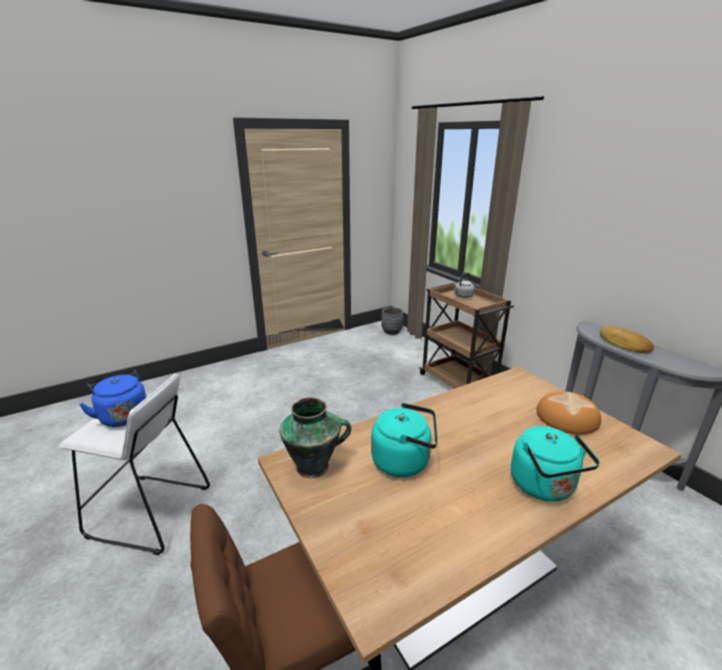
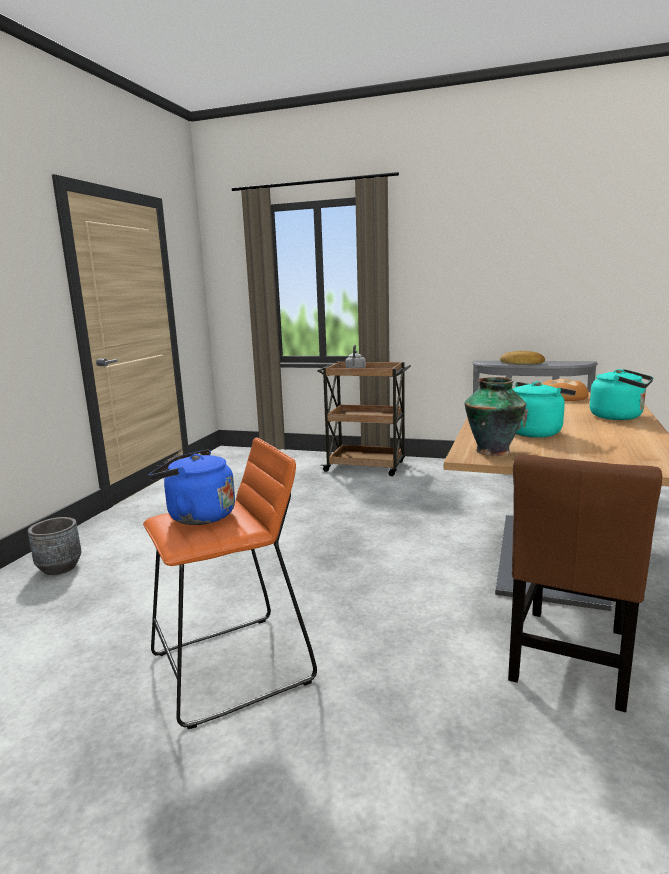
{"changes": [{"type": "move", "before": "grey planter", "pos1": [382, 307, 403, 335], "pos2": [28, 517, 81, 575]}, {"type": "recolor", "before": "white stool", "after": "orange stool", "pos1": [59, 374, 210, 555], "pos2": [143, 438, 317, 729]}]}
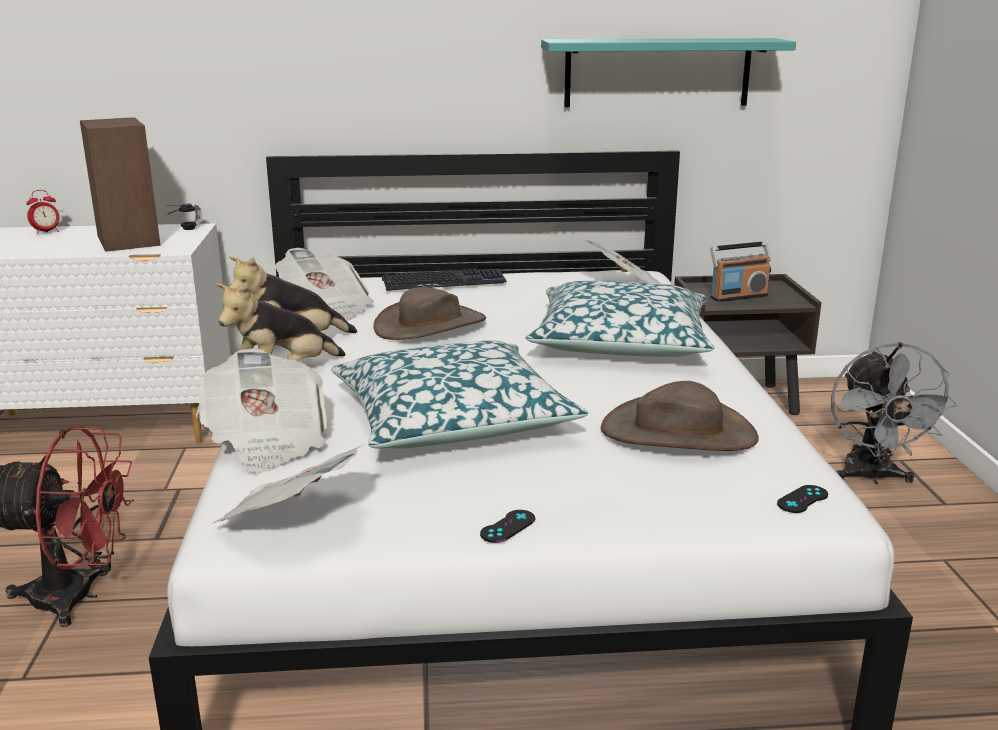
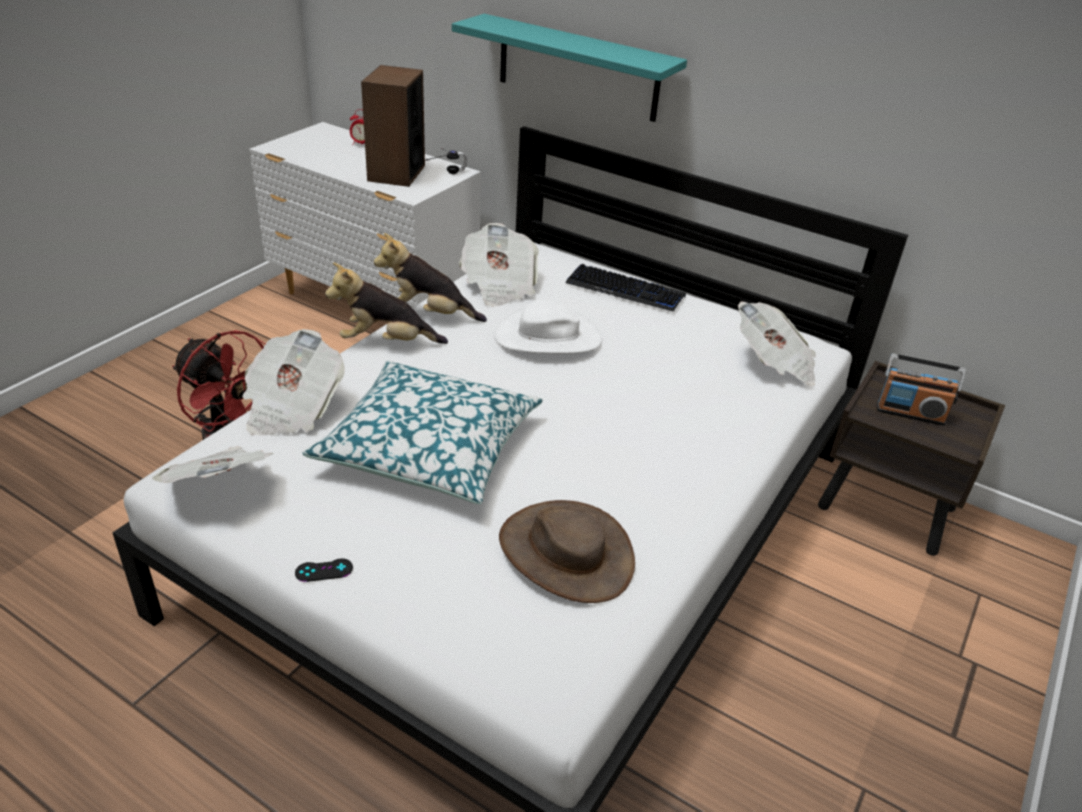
{"changes": [{"type": "move", "before": "turquoise shelf", "pos1": [541, 38, 796, 108], "pos2": [452, 14, 687, 122]}, {"type": "delete", "before": "pillow", "pos1": [525, 281, 714, 357]}, {"type": "recolor", "before": "brown hat", "after": "white hat", "pos1": [373, 287, 486, 340], "pos2": [494, 300, 602, 354]}, {"type": "delete", "before": "grey fan", "pos1": [831, 342, 957, 484]}, {"type": "delete", "before": "black game controller", "pos1": [777, 485, 828, 513]}]}
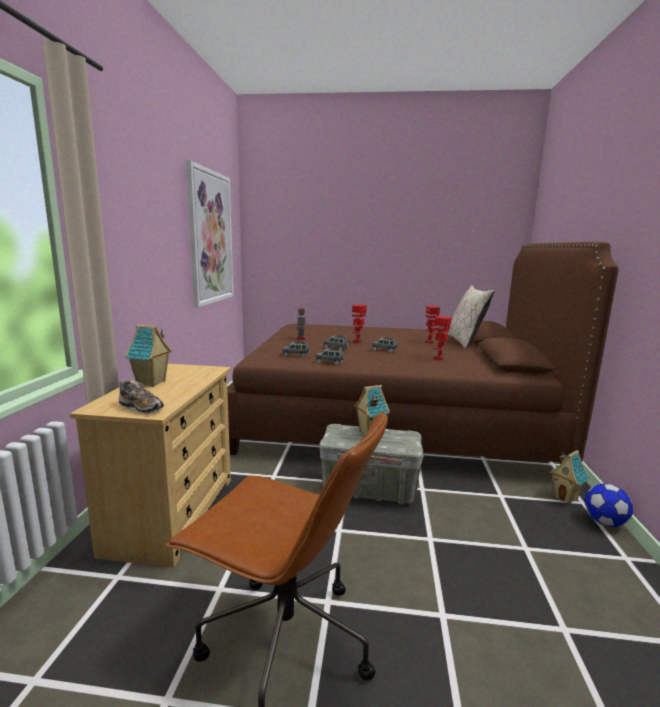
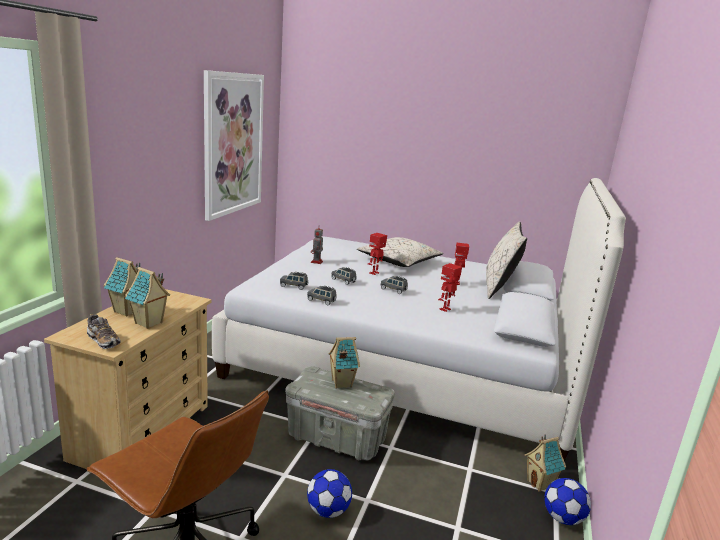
{"changes": [{"type": "recolor", "before": "brown bed", "after": "white bed", "pos1": [227, 242, 619, 464], "pos2": [212, 178, 626, 461]}, {"type": "insert", "after": "beige pillow", "pos2": [357, 237, 443, 267]}, {"type": "insert", "after": "toy house", "pos2": [125, 267, 170, 329]}, {"type": "insert", "after": "football", "pos2": [307, 469, 352, 518]}]}
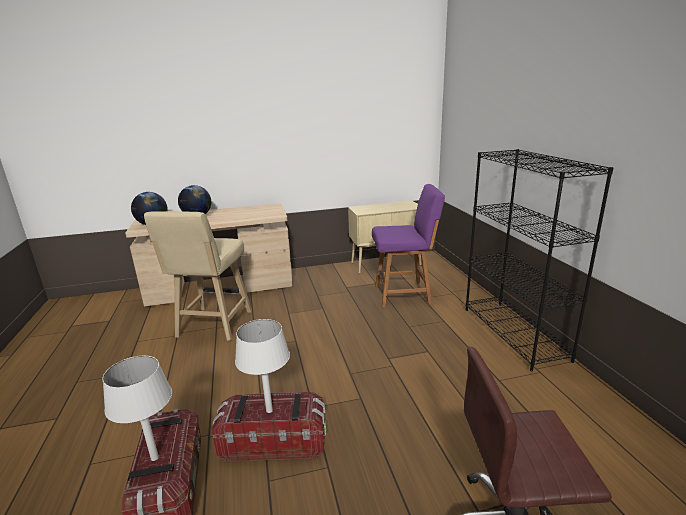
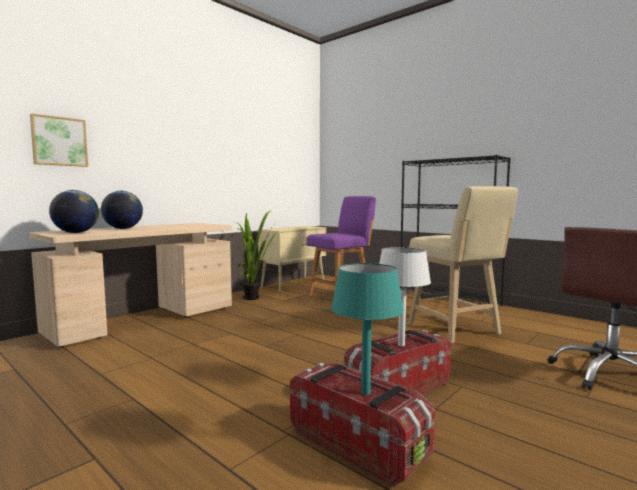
{"changes": [{"type": "move", "before": "beige stool", "pos1": [144, 211, 252, 341], "pos2": [408, 186, 518, 343]}, {"type": "recolor", "before": "white table lamp", "after": "turquoise table lamp", "pos1": [102, 356, 172, 461], "pos2": [331, 263, 404, 395]}, {"type": "insert", "after": "picture", "pos2": [30, 114, 88, 167]}, {"type": "insert", "after": "potted plant", "pos2": [236, 211, 279, 300]}]}
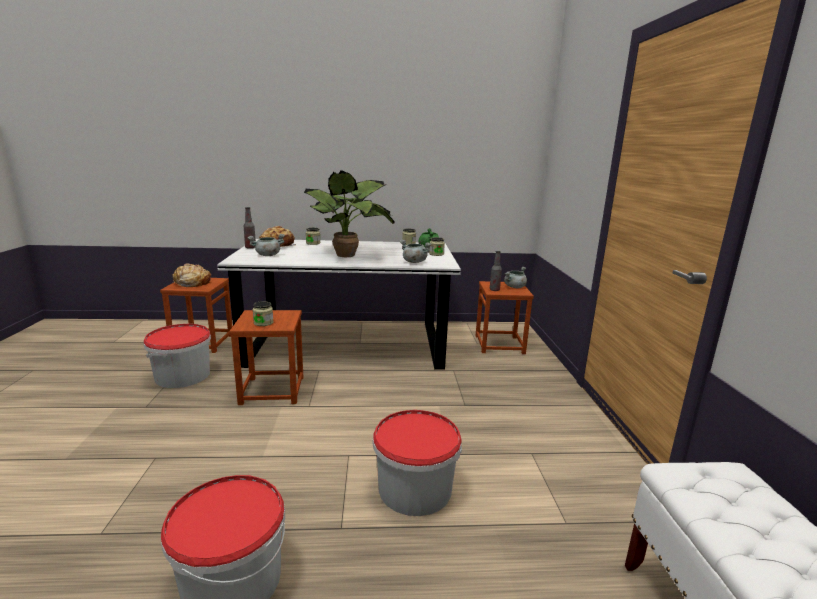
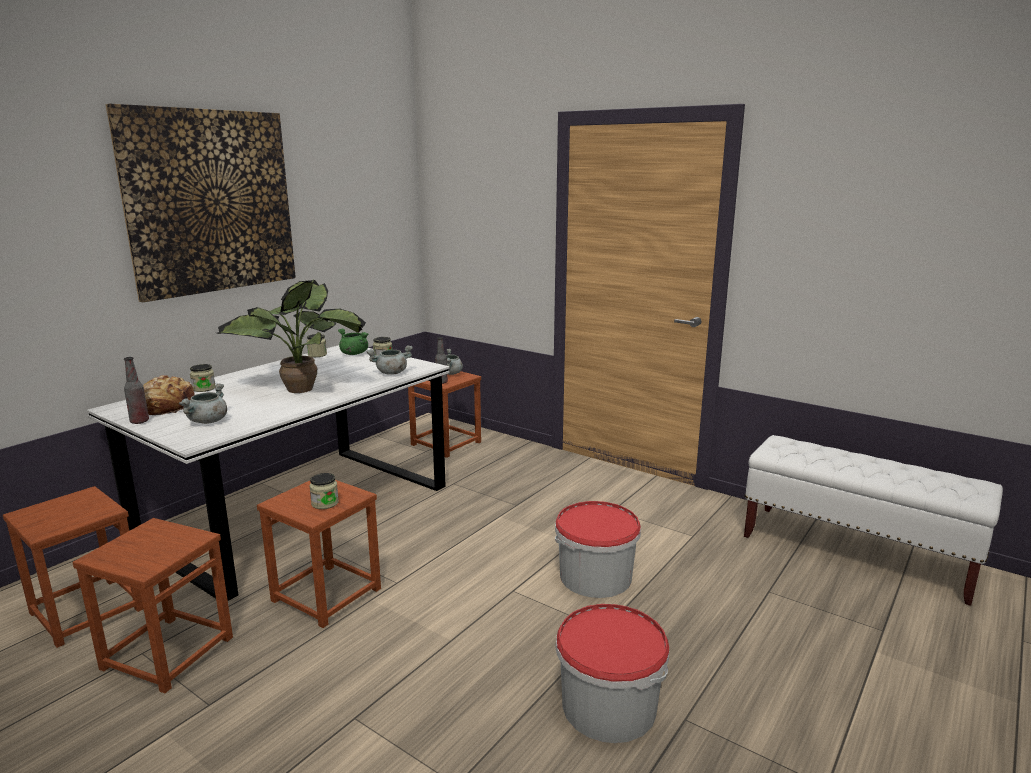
{"changes": [{"type": "delete", "before": "bread", "pos1": [172, 264, 211, 287]}, {"type": "replace", "before": "bucket", "after": "brown stool", "pos1": [144, 324, 211, 388], "pos2": [73, 518, 233, 693]}, {"type": "insert", "after": "picture", "pos2": [106, 104, 296, 302]}]}
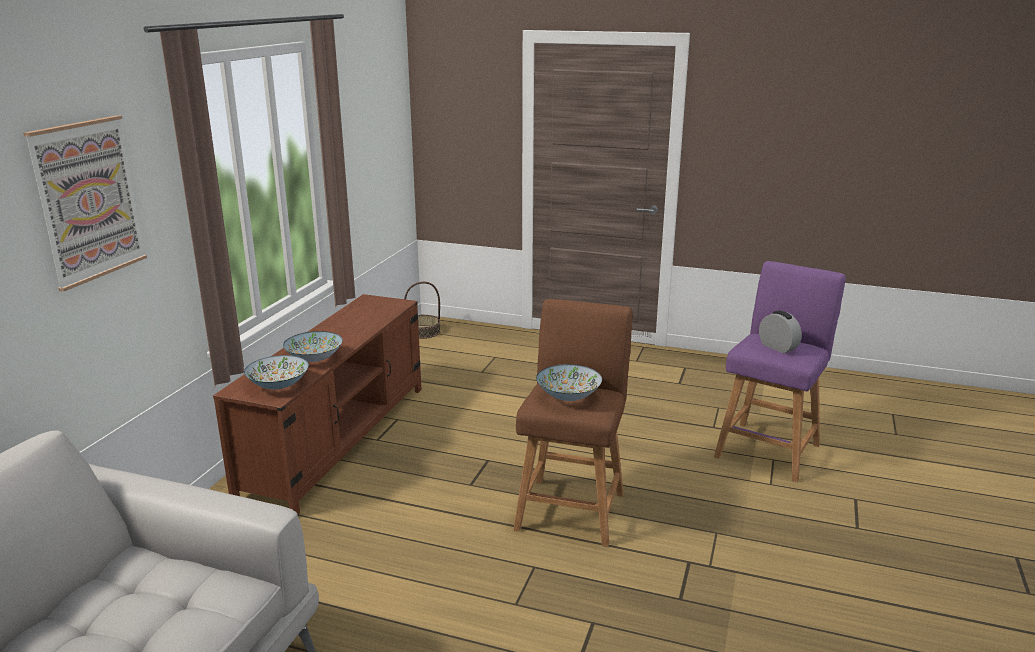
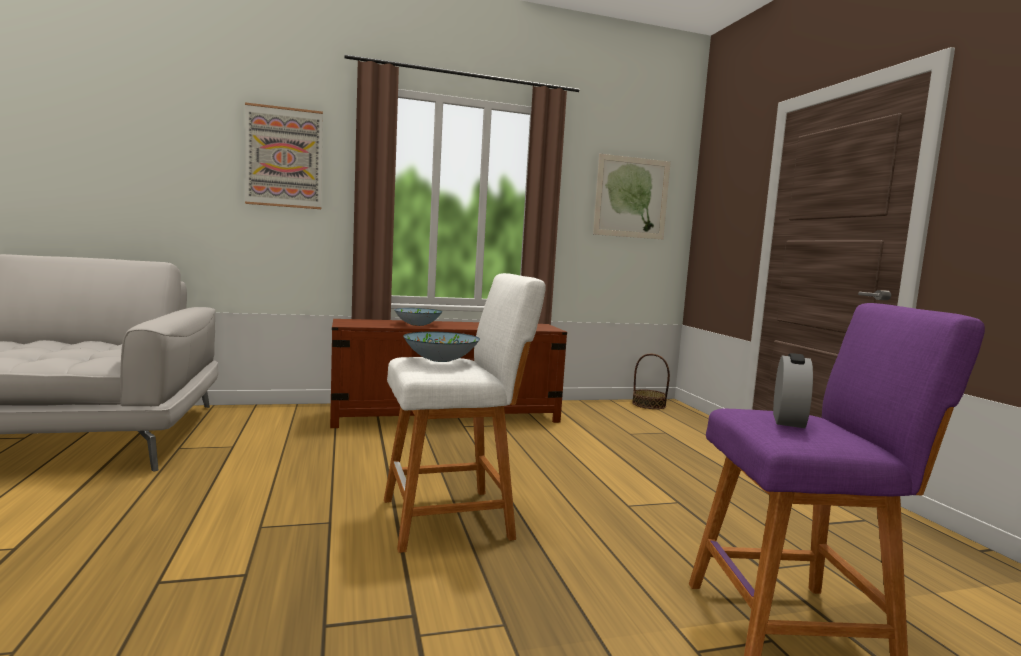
{"changes": [{"type": "recolor", "before": "brown stool", "after": "white stool", "pos1": [513, 299, 633, 547], "pos2": [384, 273, 546, 553]}, {"type": "delete", "before": "bowl", "pos1": [244, 355, 309, 390]}, {"type": "insert", "after": "picture", "pos2": [593, 154, 671, 239]}]}
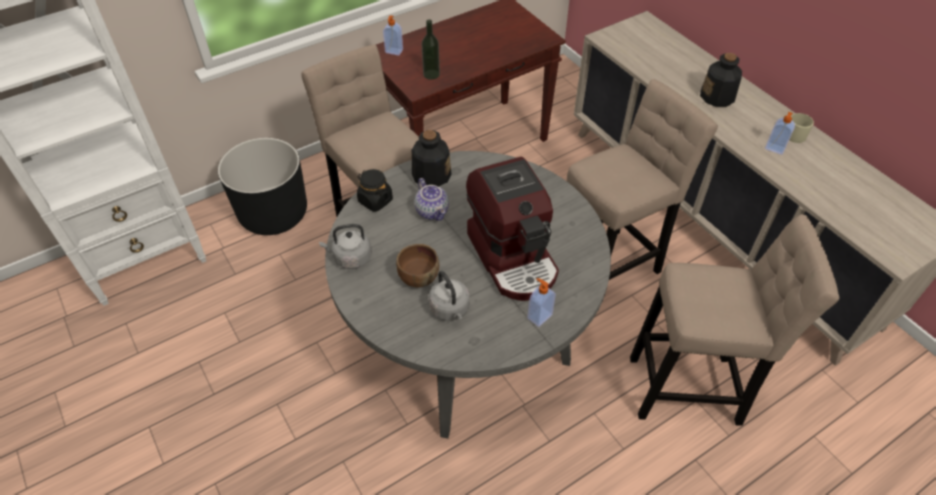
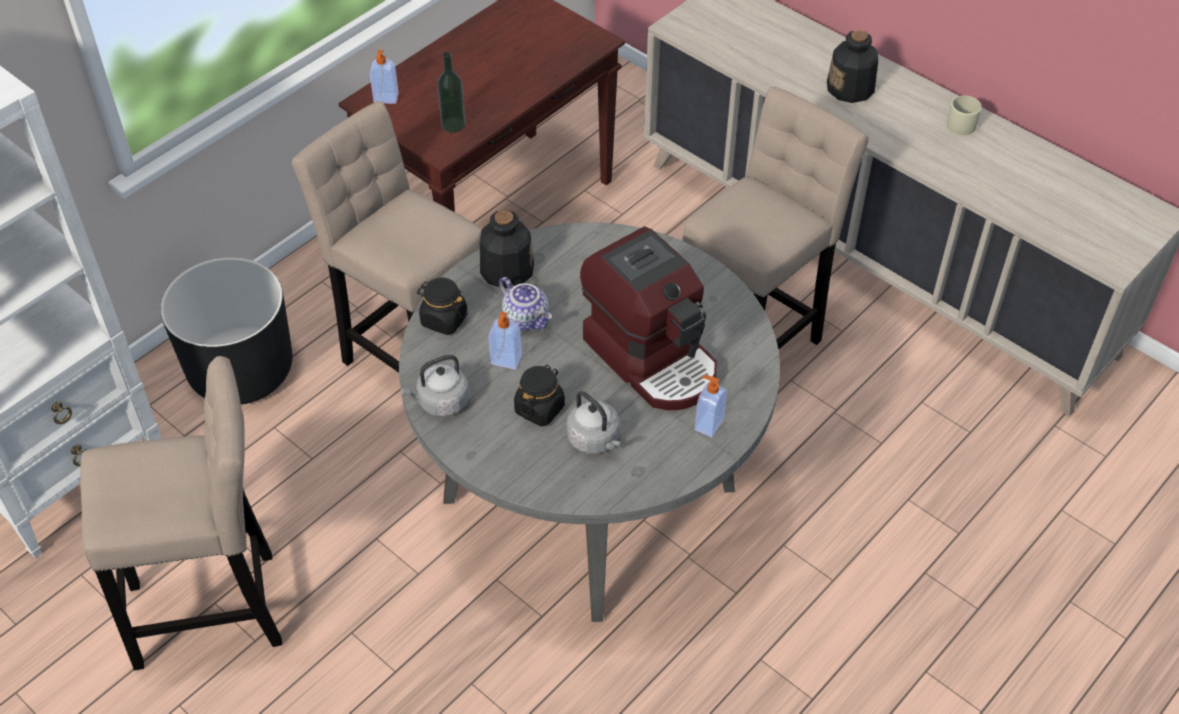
{"changes": [{"type": "move", "before": "soap dispenser", "pos1": [765, 112, 795, 155], "pos2": [488, 312, 522, 369]}, {"type": "move", "before": "beige stool", "pos1": [630, 214, 839, 426], "pos2": [80, 356, 282, 670]}, {"type": "replace", "before": "brown bowl", "after": "black jar", "pos1": [396, 244, 439, 288], "pos2": [514, 365, 565, 427]}]}
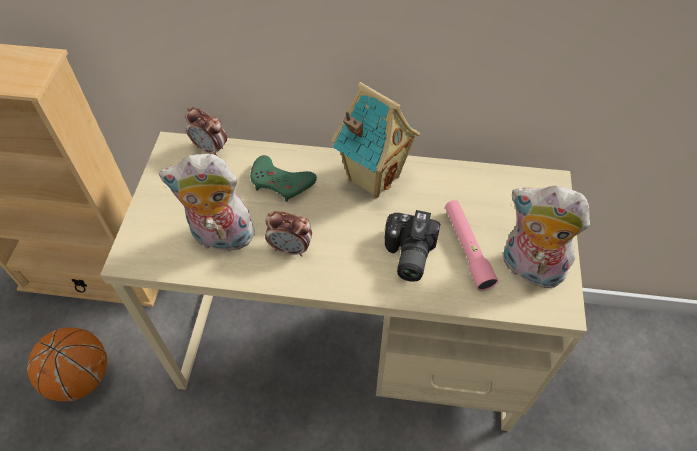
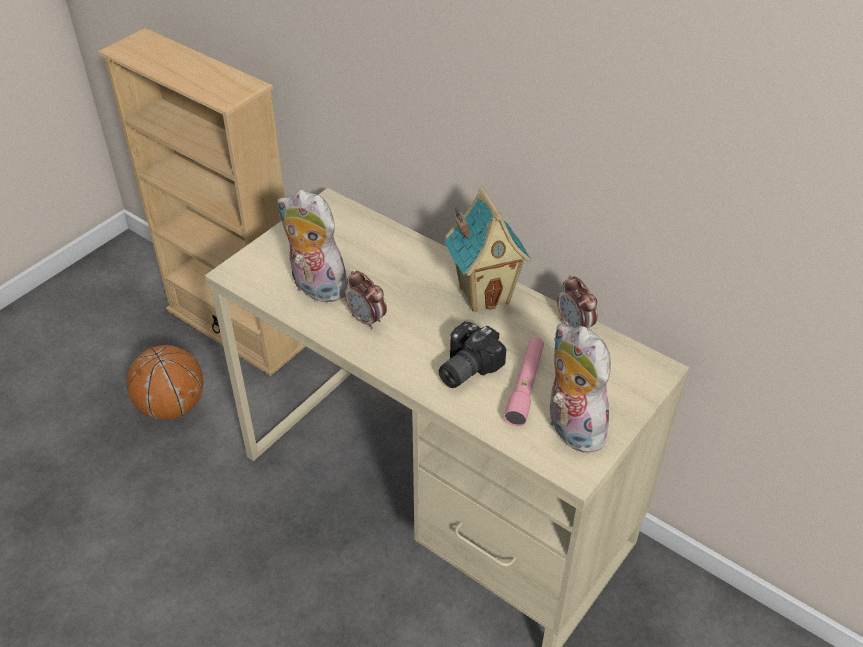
{"changes": [{"type": "move", "before": "alarm clock", "pos1": [185, 107, 227, 155], "pos2": [557, 276, 597, 328]}, {"type": "delete", "before": "green game controller", "pos1": [250, 155, 317, 202]}]}
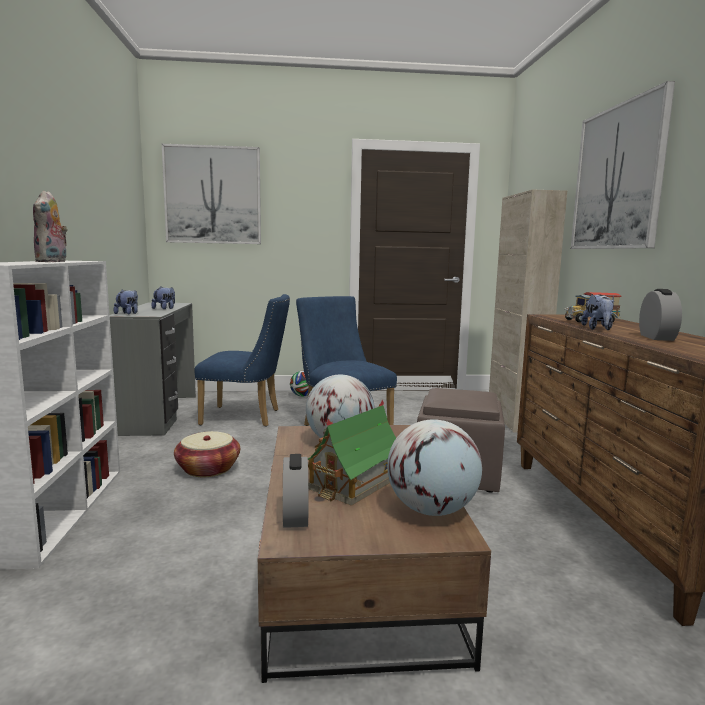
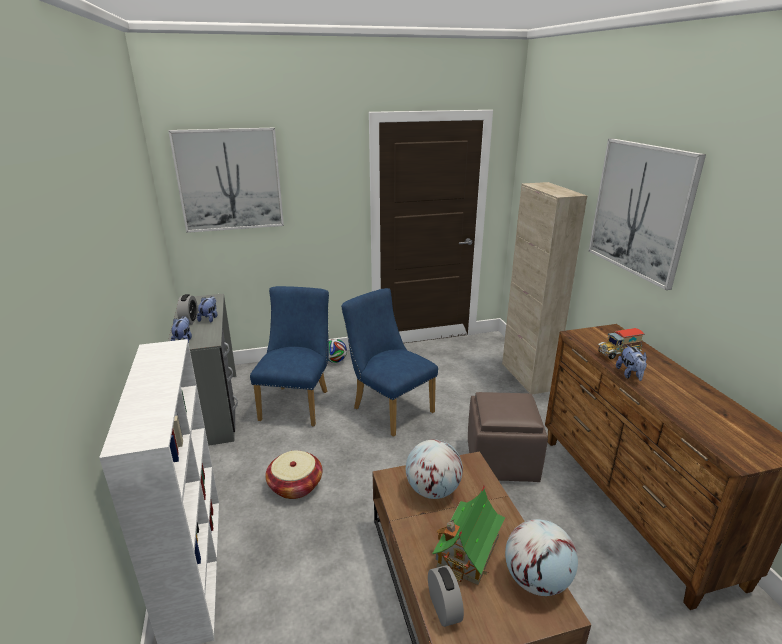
{"changes": [{"type": "delete", "before": "plush toy", "pos1": [33, 191, 68, 262]}, {"type": "move", "before": "alarm clock", "pos1": [639, 289, 682, 341], "pos2": [177, 294, 198, 325]}, {"type": "rotate", "before": "blue chair", "pos1": [194, 294, 290, 427], "pos2": [250, 286, 329, 427], "turn": -75}]}
